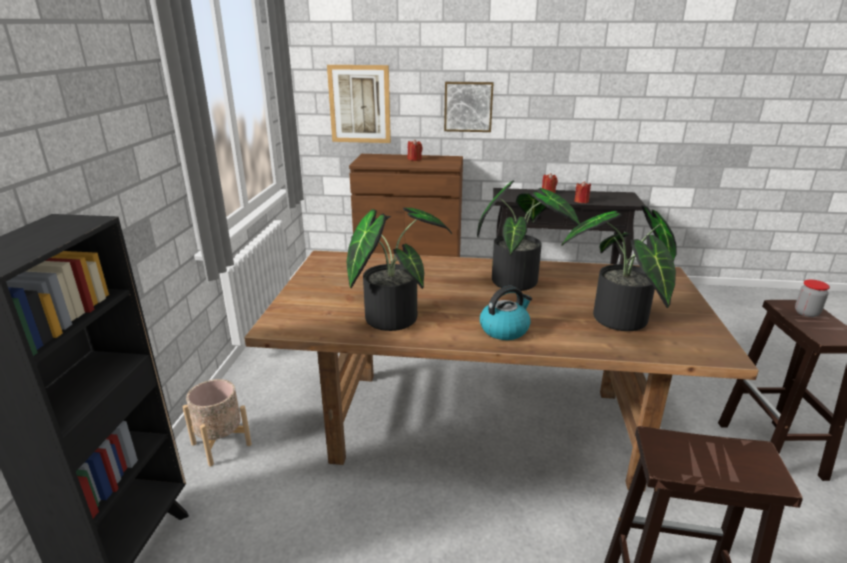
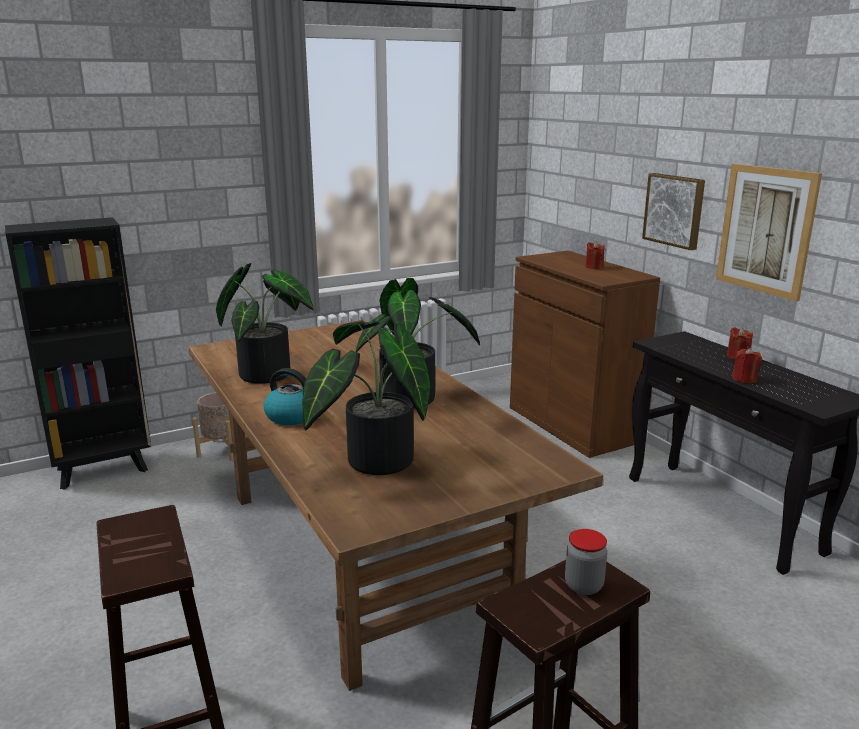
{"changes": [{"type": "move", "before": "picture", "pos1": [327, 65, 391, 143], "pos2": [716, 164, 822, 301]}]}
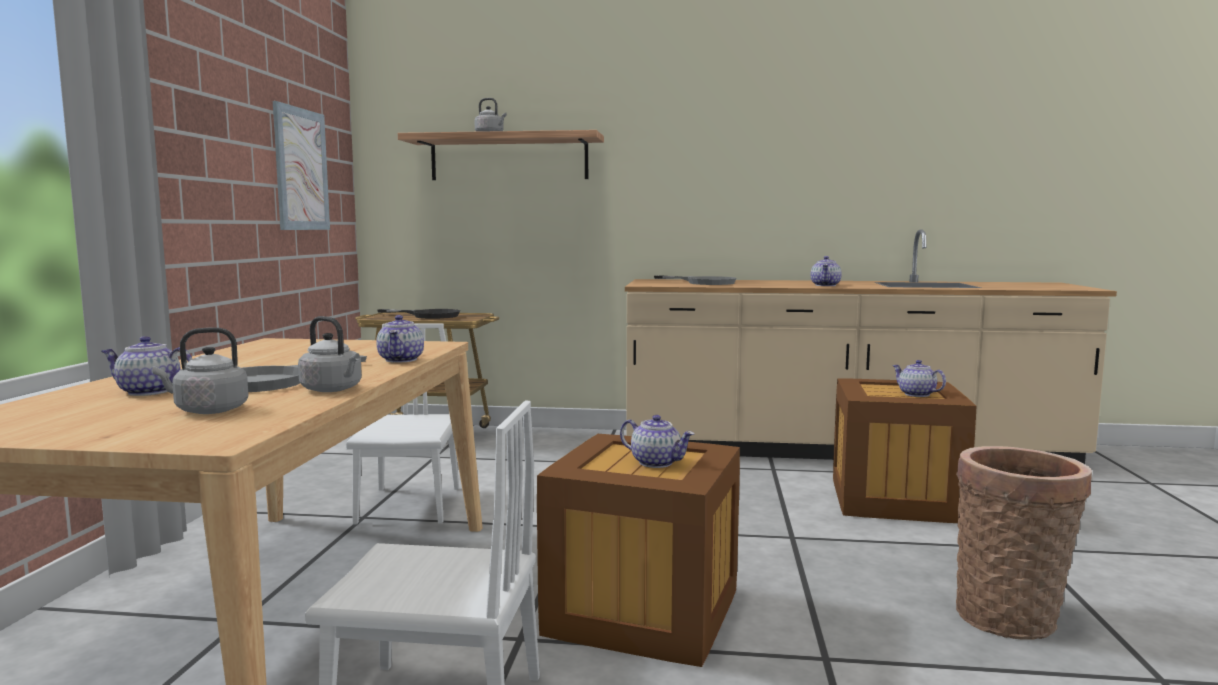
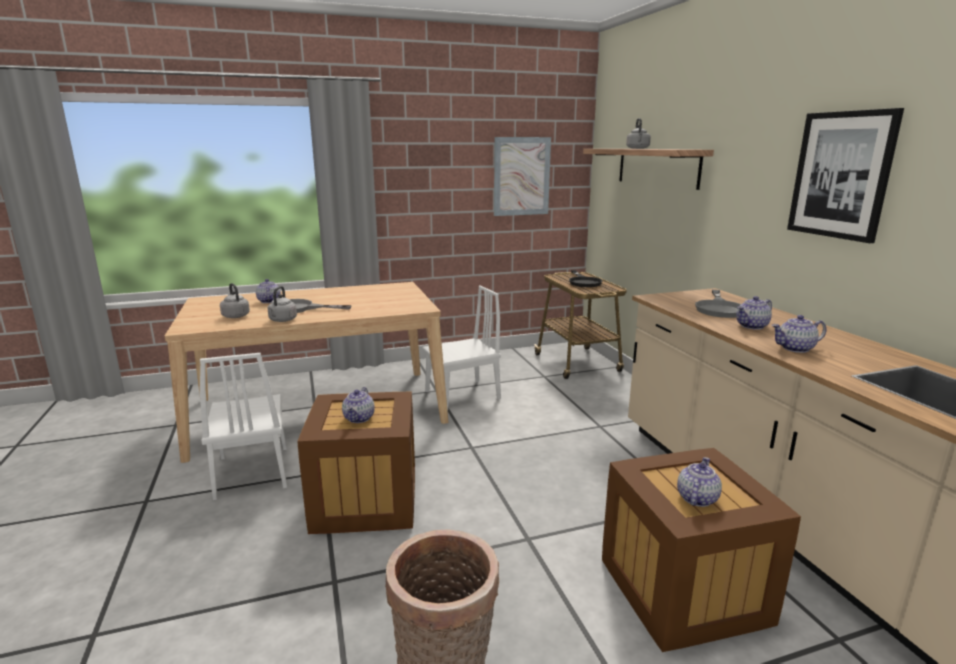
{"changes": [{"type": "move", "before": "teapot", "pos1": [376, 315, 424, 362], "pos2": [736, 296, 772, 330]}, {"type": "insert", "after": "picture", "pos2": [787, 108, 904, 243]}]}
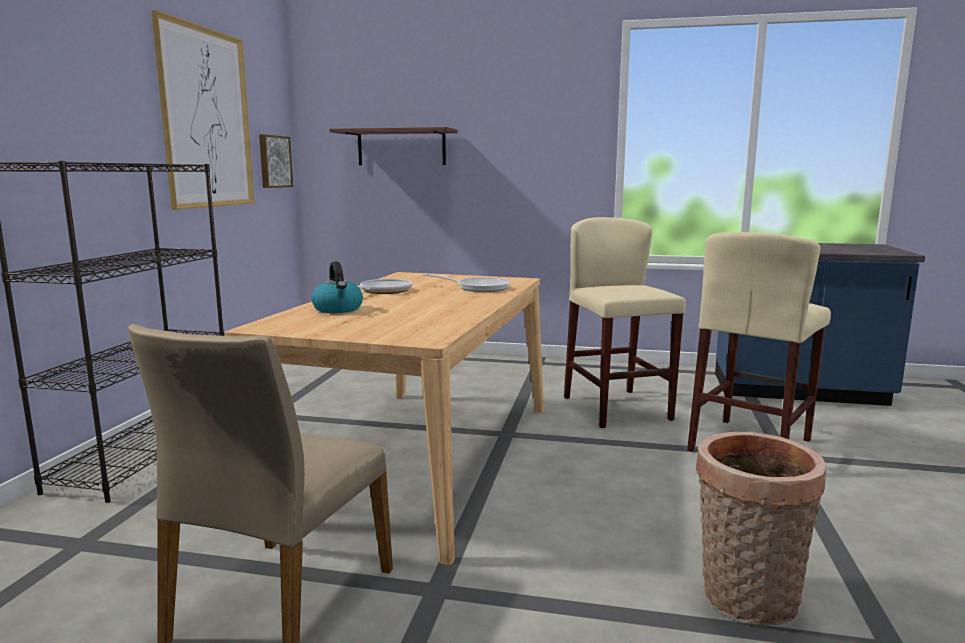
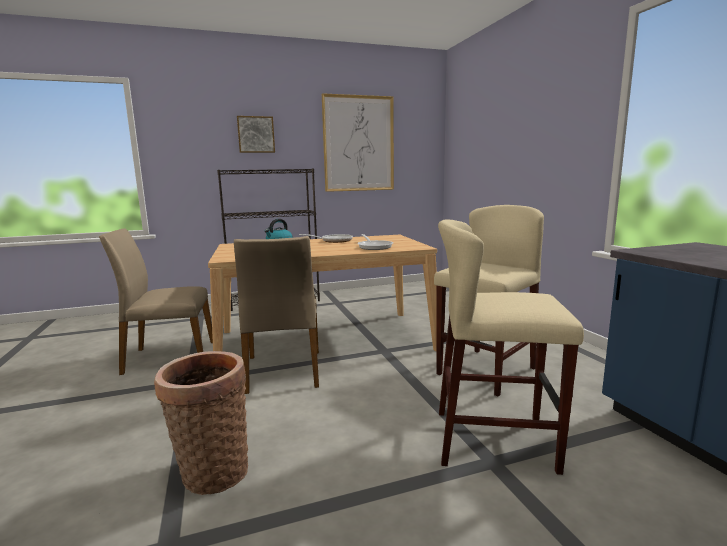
{"changes": [{"type": "delete", "before": "shelf", "pos1": [329, 127, 458, 165]}, {"type": "move", "before": "picture", "pos1": [259, 134, 293, 188], "pos2": [237, 116, 275, 153]}, {"type": "insert", "after": "beige chair", "pos2": [234, 236, 319, 394]}]}
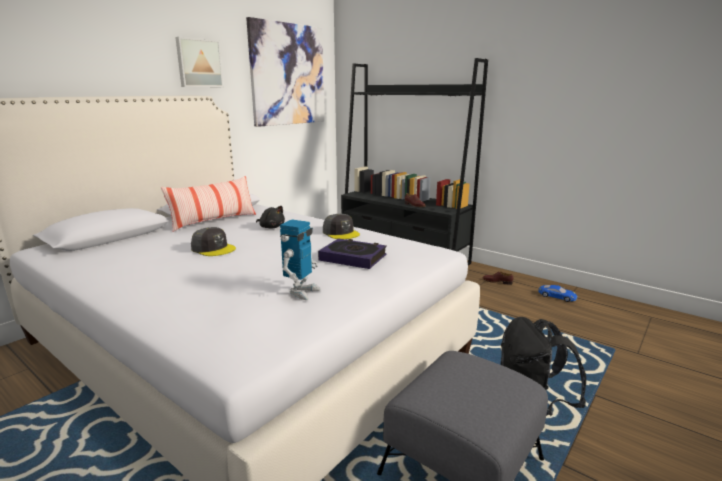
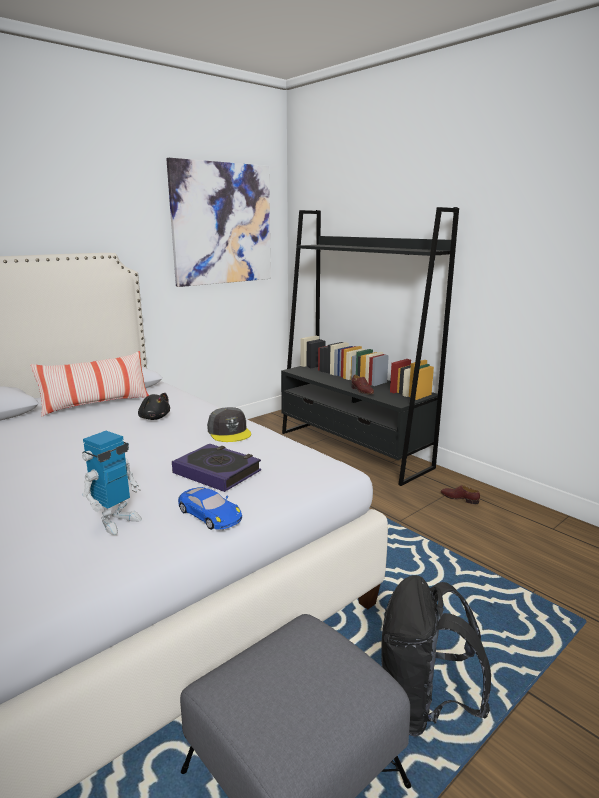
{"changes": [{"type": "delete", "before": "picture", "pos1": [175, 37, 224, 87]}, {"type": "delete", "before": "grey cap", "pos1": [191, 227, 236, 256]}, {"type": "move", "before": "blue toy car", "pos1": [538, 285, 577, 302], "pos2": [178, 487, 242, 530]}]}
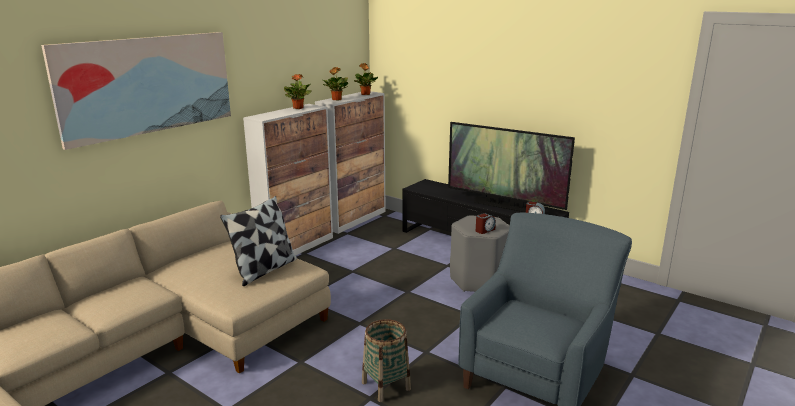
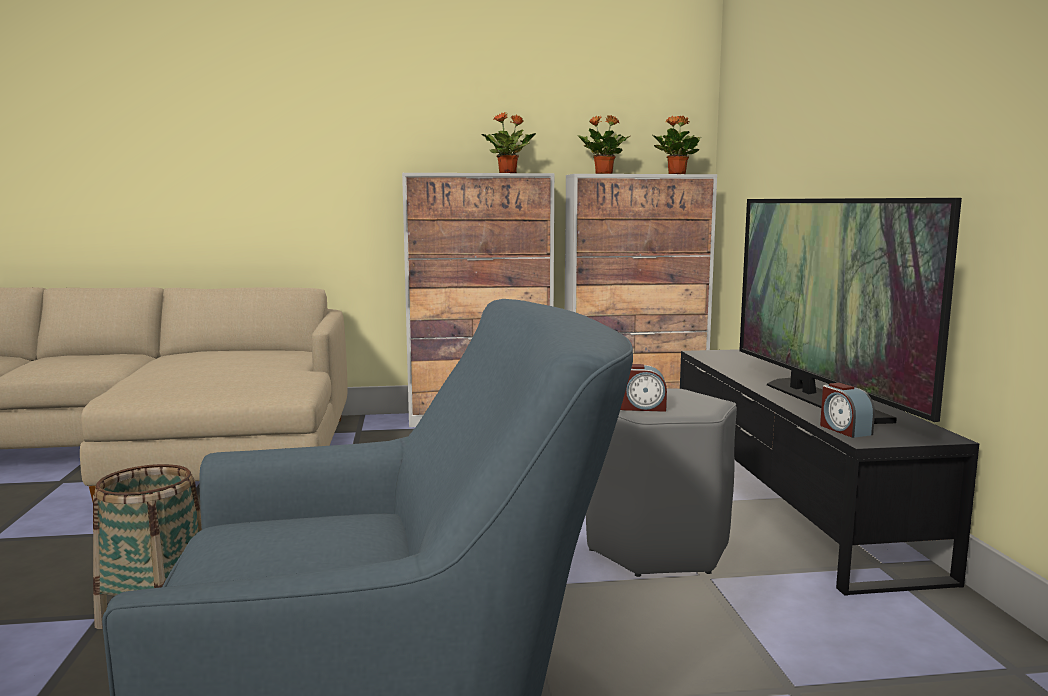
{"changes": [{"type": "delete", "before": "picture", "pos1": [41, 32, 231, 150]}, {"type": "delete", "before": "pillow", "pos1": [220, 196, 297, 286]}]}
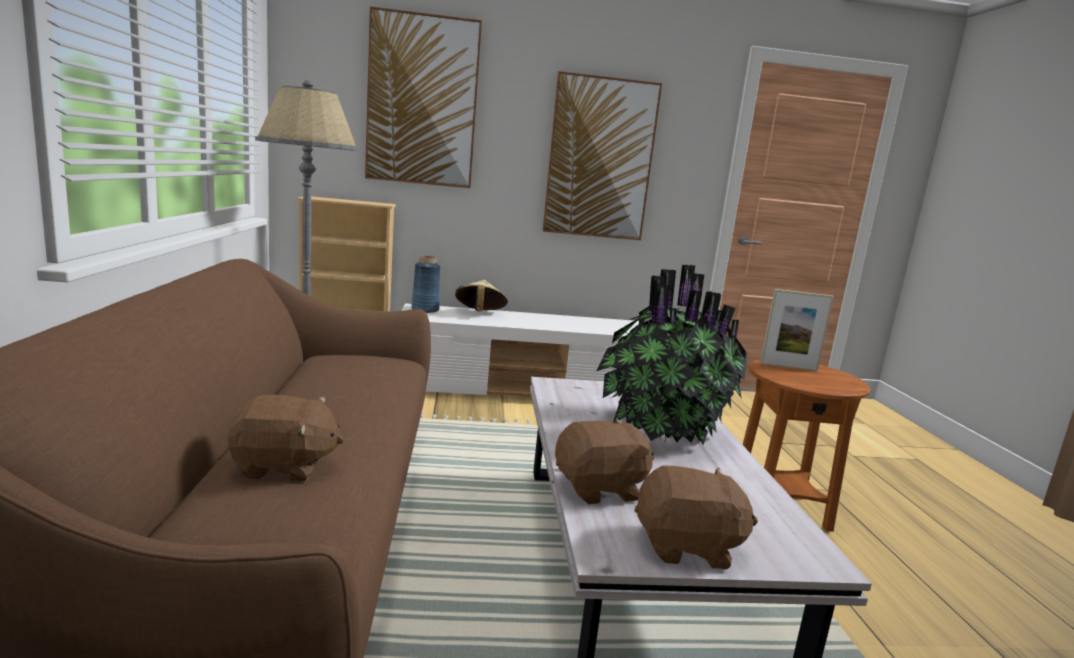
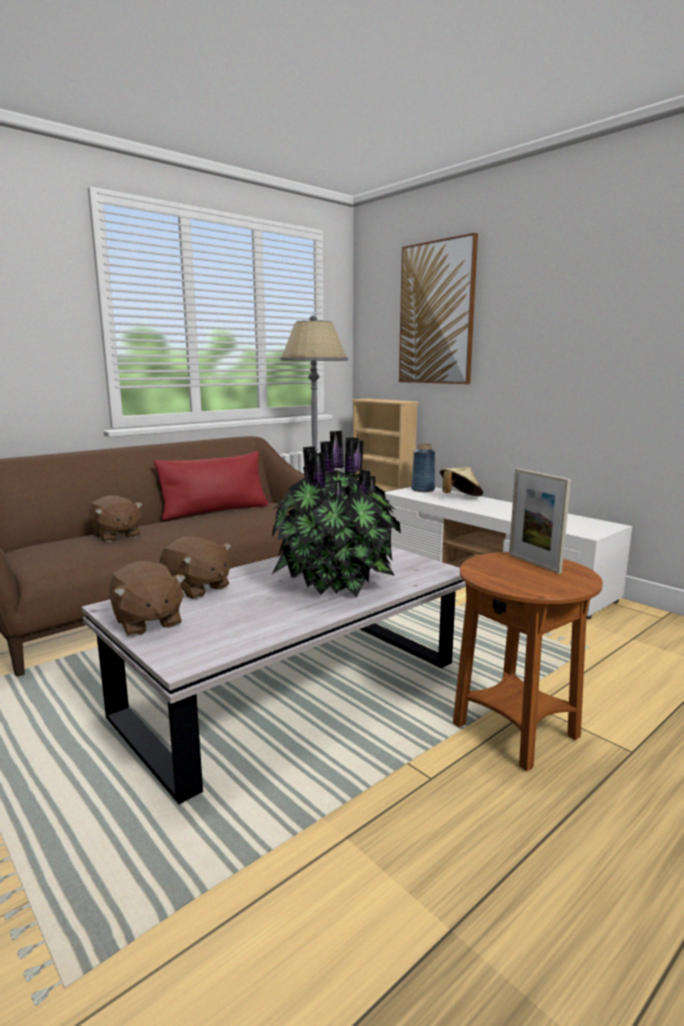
{"changes": [{"type": "delete", "before": "picture", "pos1": [542, 71, 662, 240]}, {"type": "insert", "after": "red pillow", "pos2": [154, 451, 268, 520]}]}
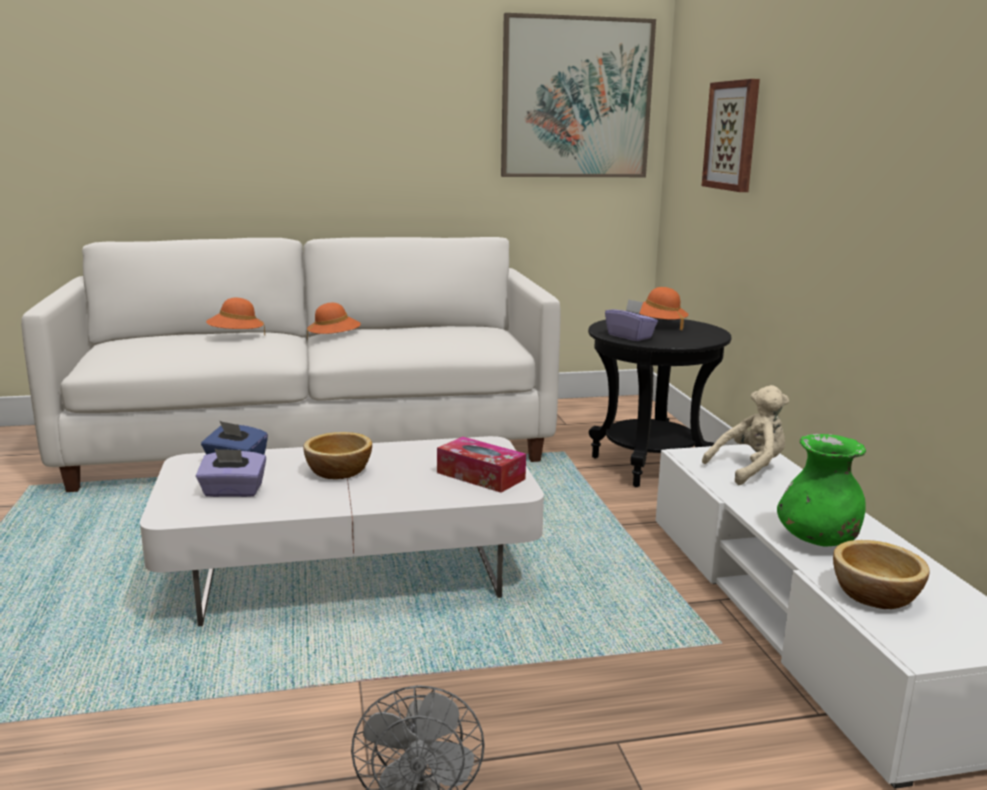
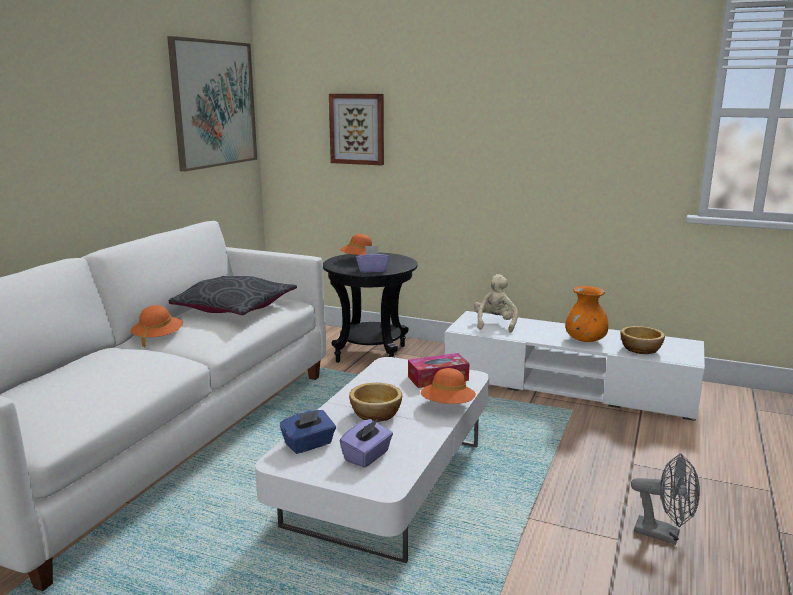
{"changes": [{"type": "move", "before": "orange hat", "pos1": [206, 298, 265, 336], "pos2": [421, 368, 476, 404]}, {"type": "recolor", "before": "green vase", "after": "orange vase", "pos1": [777, 434, 866, 546], "pos2": [565, 286, 608, 342]}, {"type": "insert", "after": "grey pillow", "pos2": [169, 276, 297, 315]}]}
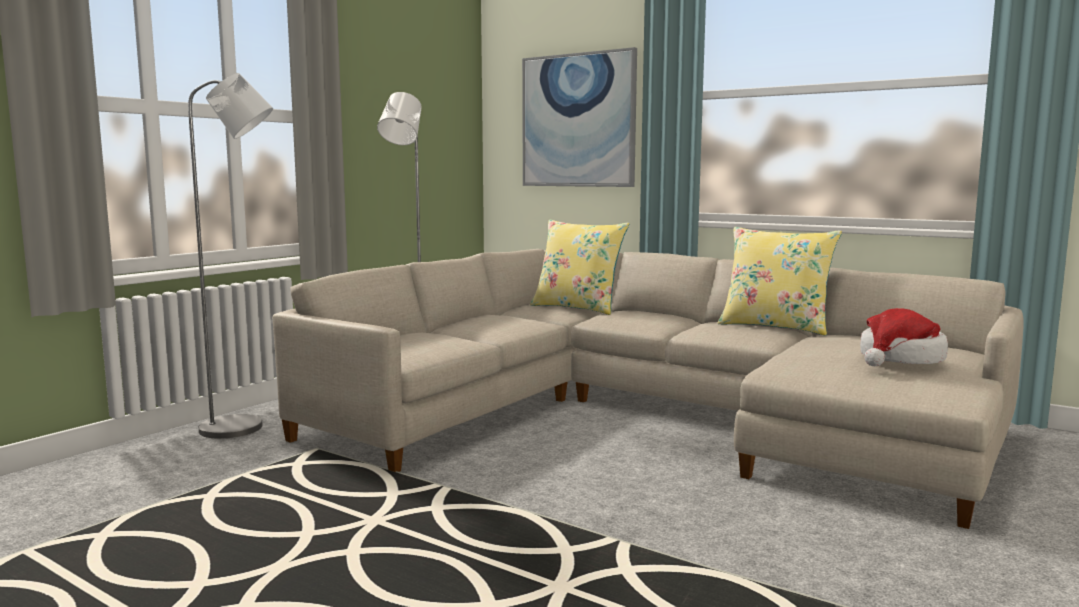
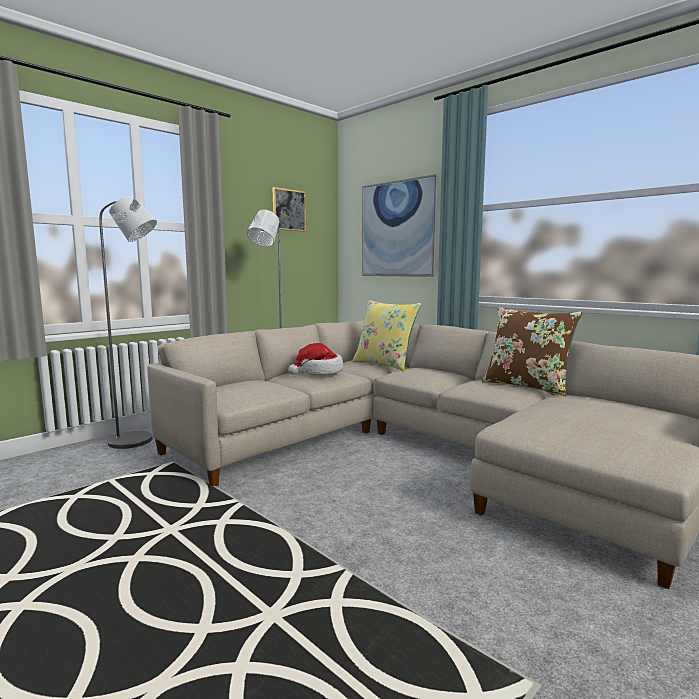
{"changes": [{"type": "recolor", "before": "yellow pillow", "after": "brown pillow", "pos1": [718, 227, 842, 336], "pos2": [482, 307, 583, 396]}, {"type": "move", "before": "hat", "pos1": [860, 308, 948, 366], "pos2": [288, 343, 343, 375]}, {"type": "insert", "after": "picture", "pos2": [273, 187, 306, 232]}]}
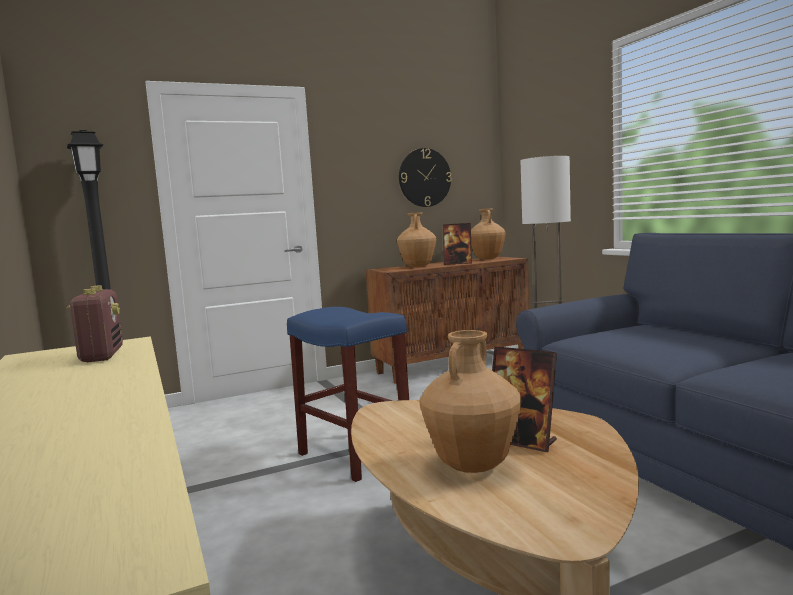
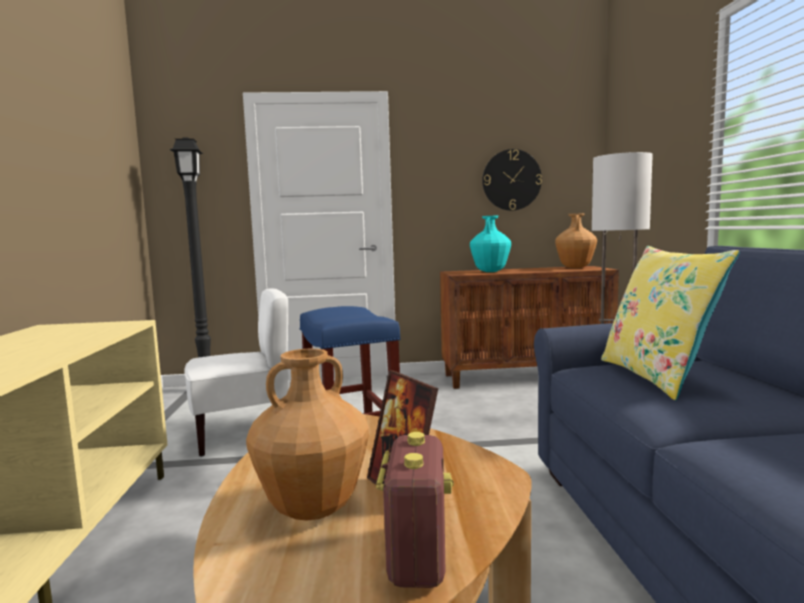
{"changes": [{"type": "recolor", "before": "brown vase", "after": "turquoise vase", "pos1": [397, 212, 436, 267], "pos2": [470, 216, 511, 272]}, {"type": "delete", "before": "picture frame", "pos1": [443, 223, 472, 265]}, {"type": "move", "before": "radio", "pos1": [66, 285, 123, 362], "pos2": [376, 432, 454, 588]}, {"type": "insert", "after": "yellow pillow", "pos2": [601, 246, 740, 400]}, {"type": "insert", "after": "white chair", "pos2": [184, 289, 289, 456]}]}
